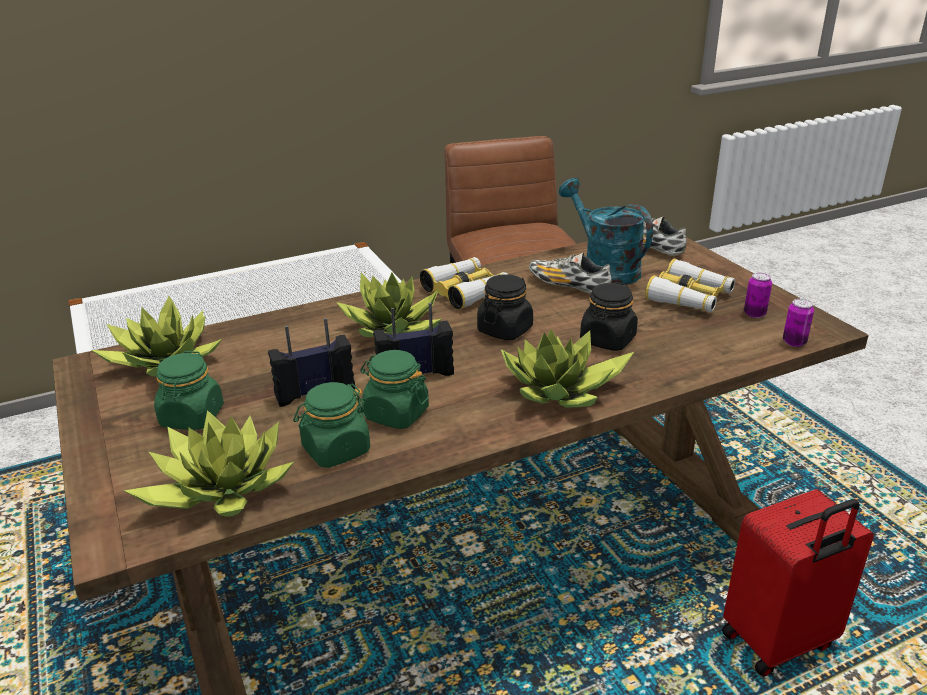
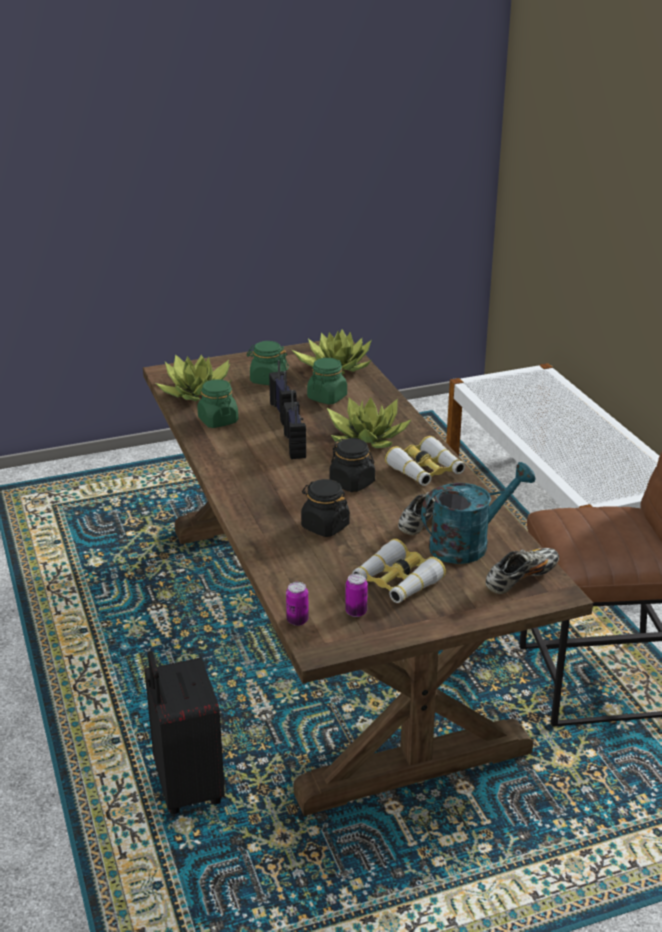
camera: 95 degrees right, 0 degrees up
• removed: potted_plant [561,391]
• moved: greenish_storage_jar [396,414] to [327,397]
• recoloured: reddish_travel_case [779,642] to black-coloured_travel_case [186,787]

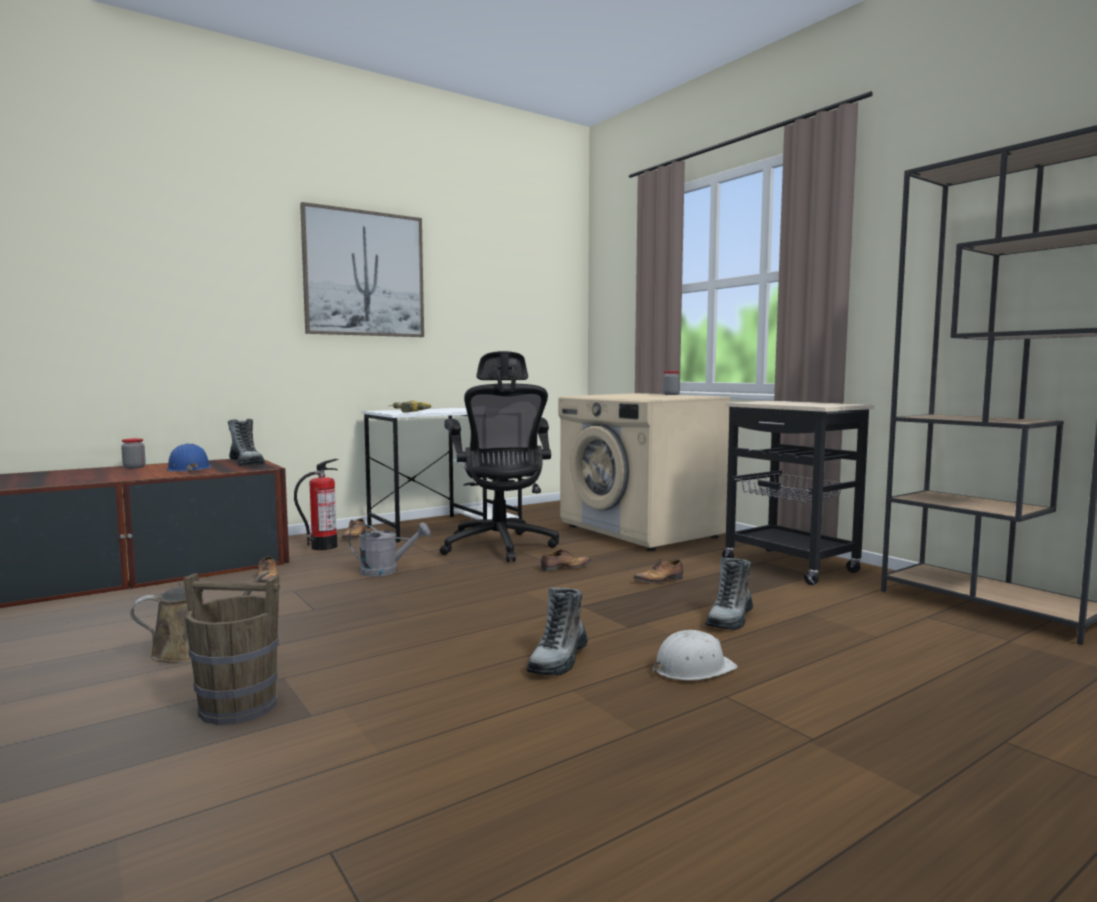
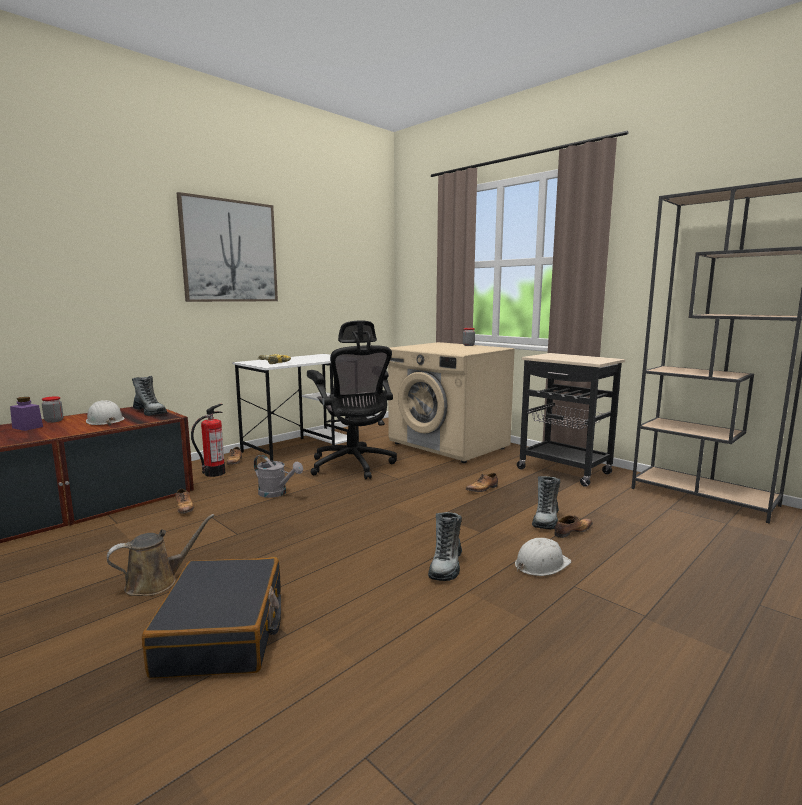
camera: 10 degrees left, 5 degrees up
• recoloured: blue-coloured_work_helmet [188,469] to white-coloured_work_helmet [104,421]
• turned: grey_sprinkling_can [386,571] = [276,493] 45 degrees clockwise
• moved: shoe [564,568] to [572,531]
• replaced: brown-coloured_bucket [237,706] to black-coloured_travel_case [223,632]
• added: purplish_storage_jar [27,427]

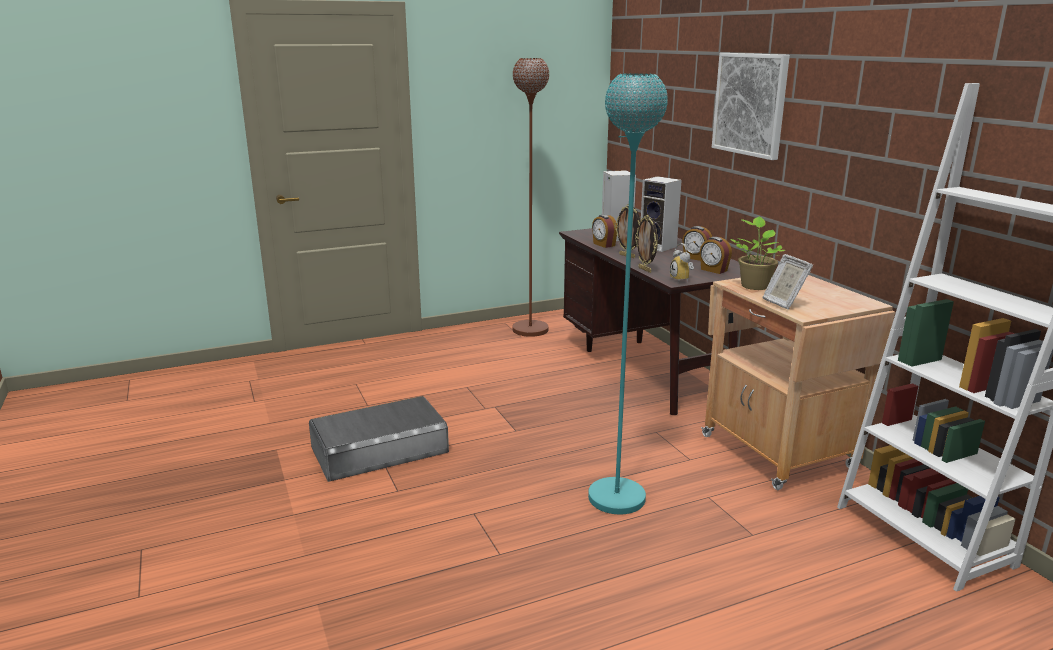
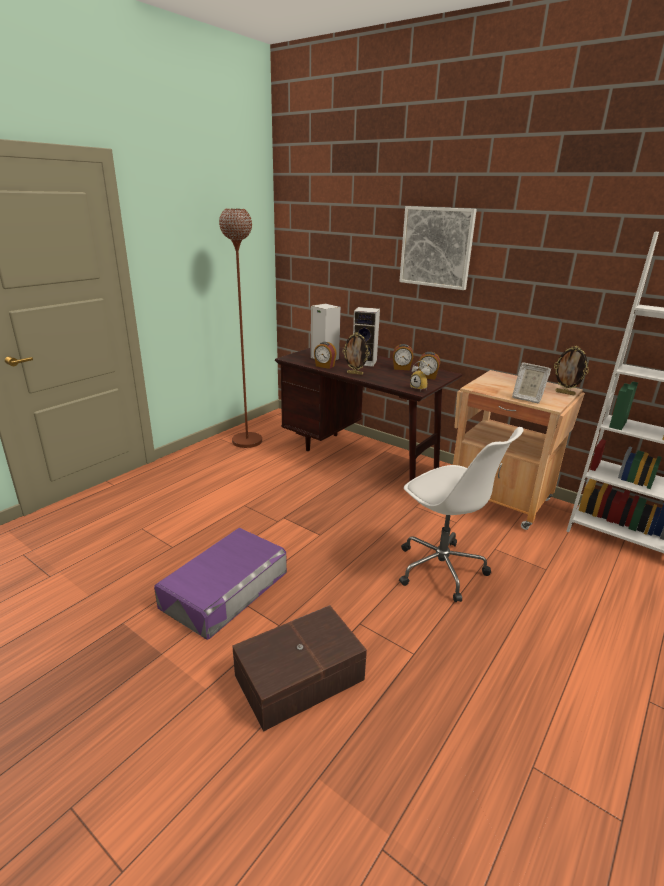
camera: 30 degrees left, 5 degrees up
• replaced: blue-green_floor_lamp [616,498] to white-coloured_office_chair [443,571]
• moved: standing_frame [645,270] to [565,393]
• removed: potted_plant [754,285]
• recoloured: grey_storage_bin [379,449] to purplish_storage_bin [225,589]
• added: brown-coloured_storage_bin [297,676]

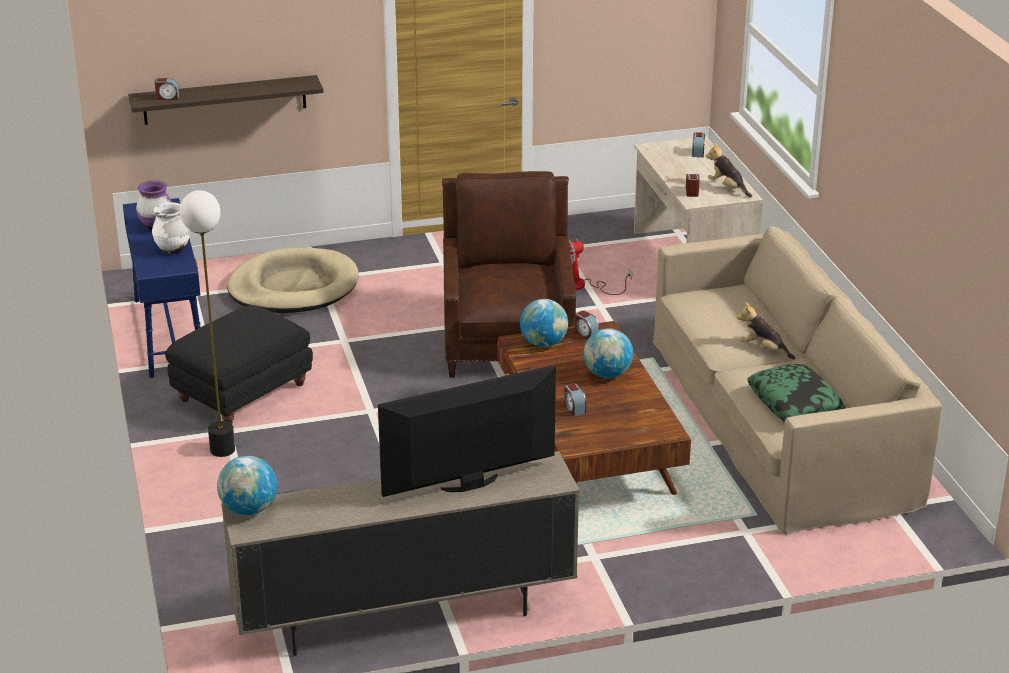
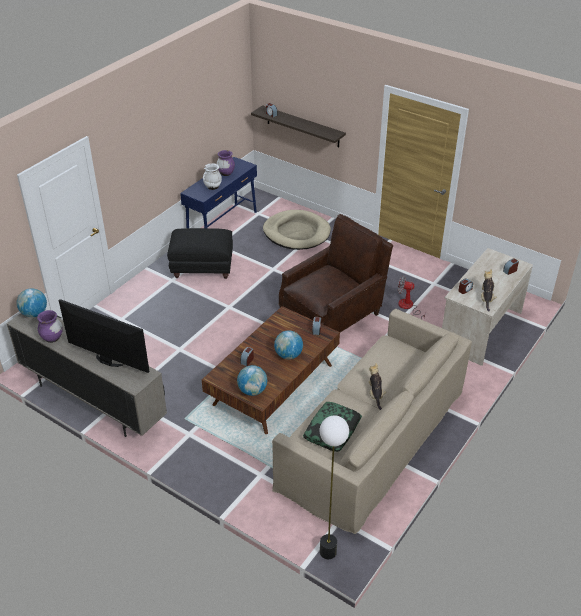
camera: 50 degrees right, 10 degrees up
• moved: floor_lamp [223,450] to [328,552]
• moved: desk_globe [544,343] to [252,391]
• added: purplish_flower_vase [52,338]

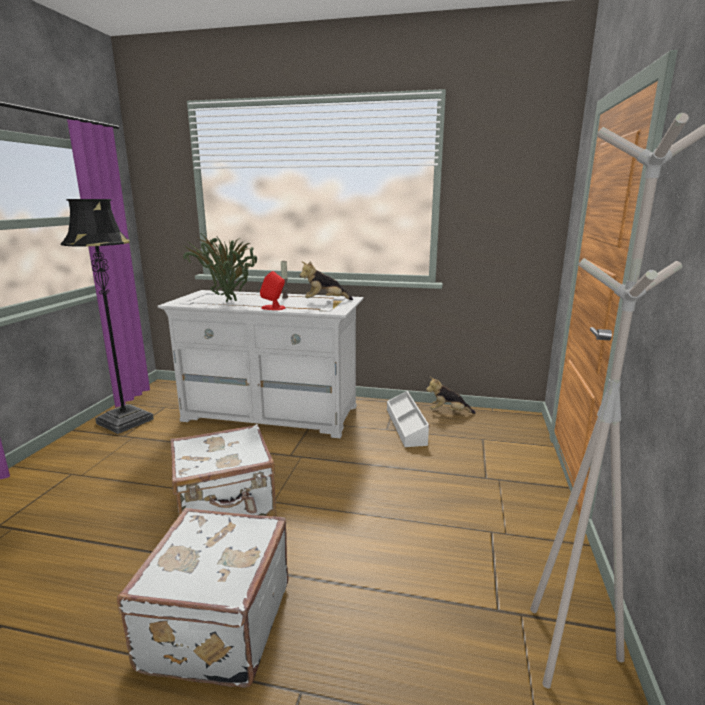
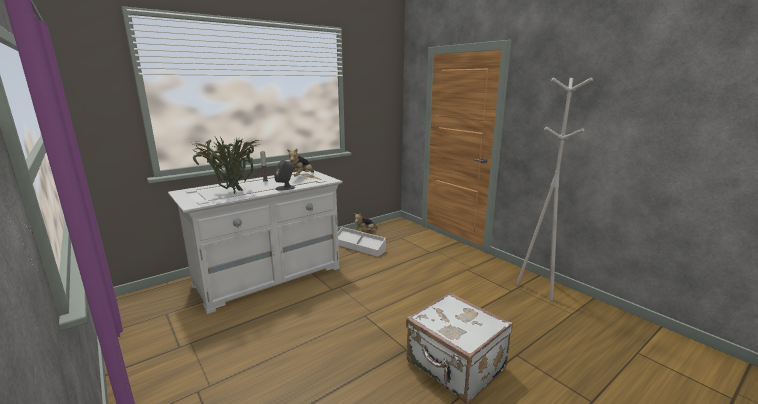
camera: 50 degrees left, 0 degrees up
• removed: black-coloured_floor_lamp [125,421]
• recoloured: reddish_loudspeaker [273,308] to grey_loudspeaker [285,188]
• removed: white-coloured_travel_case [226,507]

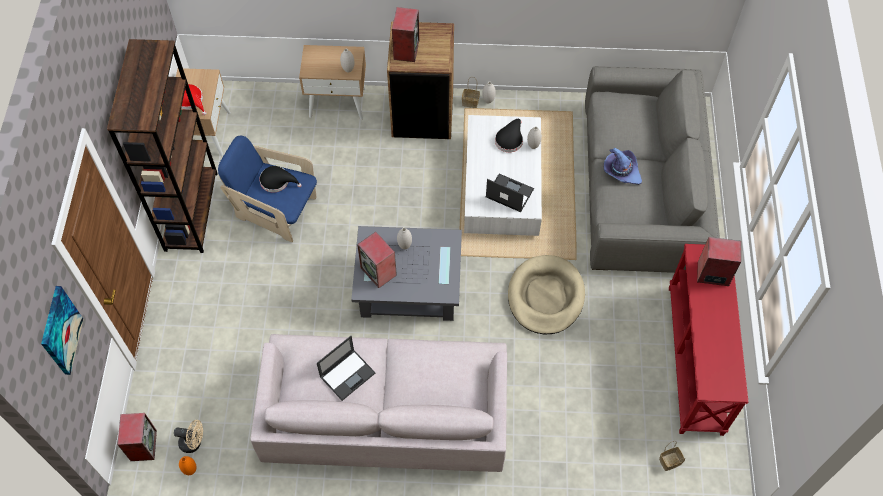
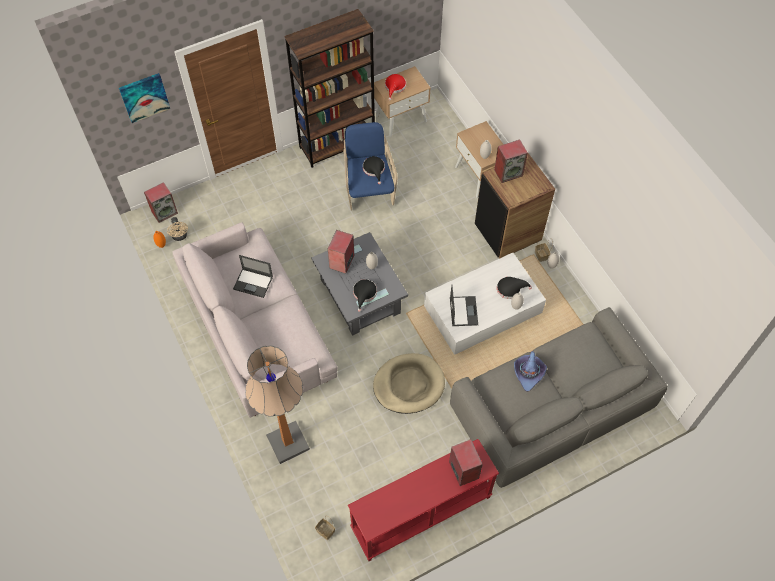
camera: 60 degrees right, 0 degrees up
• added: black-coloured_hat [364,294]
• added: floor_lamp [288,443]

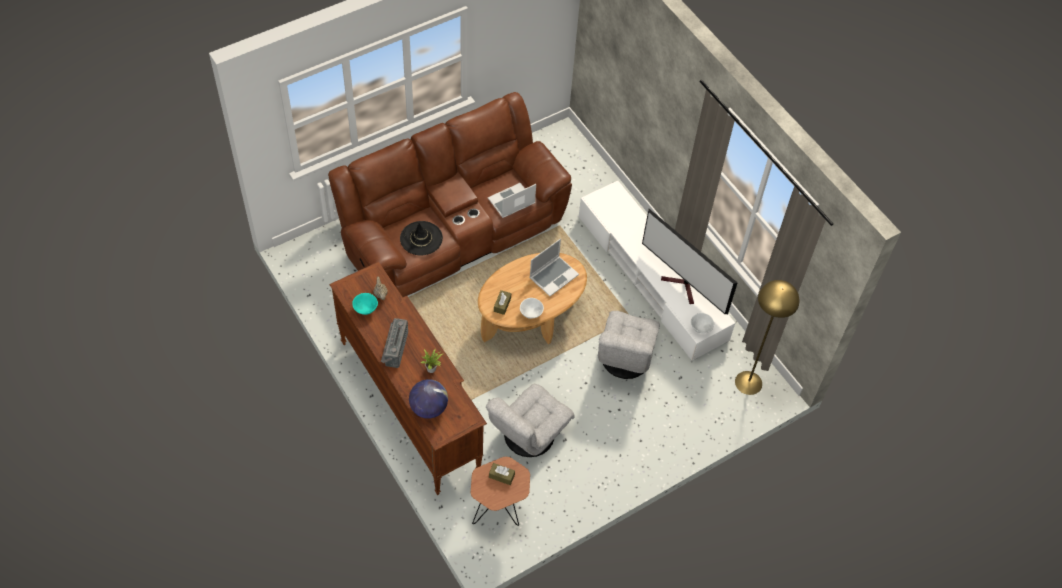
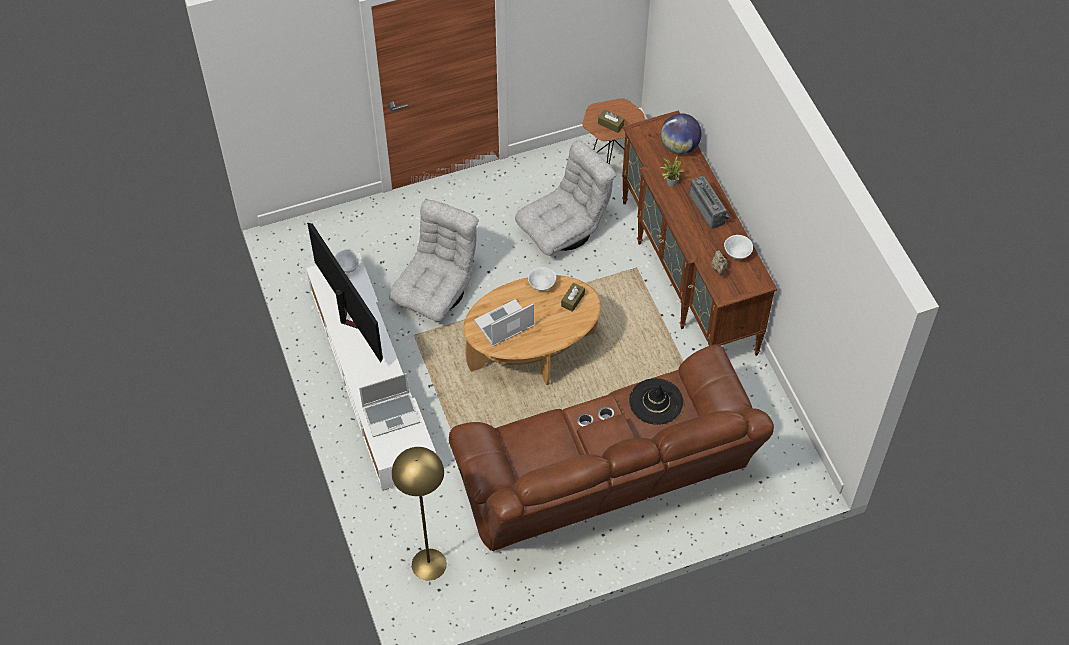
camera: 165 degrees left, 0 degrees up
• moved: laptop [511,202] to [391,414]
• moved: yellowish_floor_lamp [748,383] to [429,564]
• recoloured: blue-green_bowl [365,309] to white-coloured_bowl [737,254]
• turned: radio_set [394,348] = [709,209] 45 degrees counterclockwise

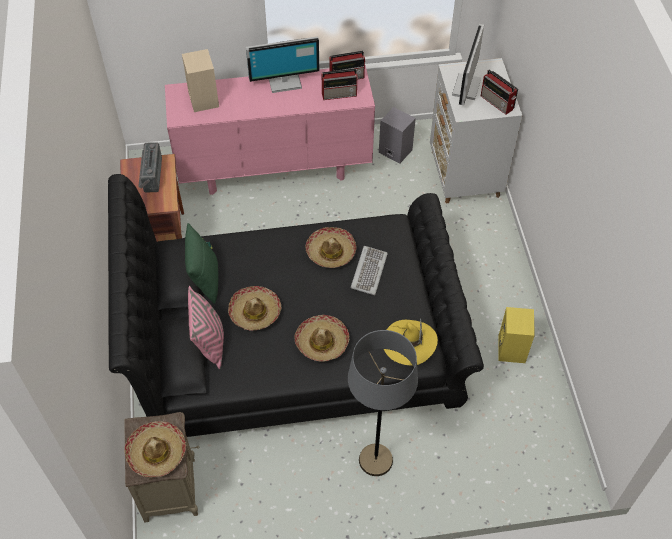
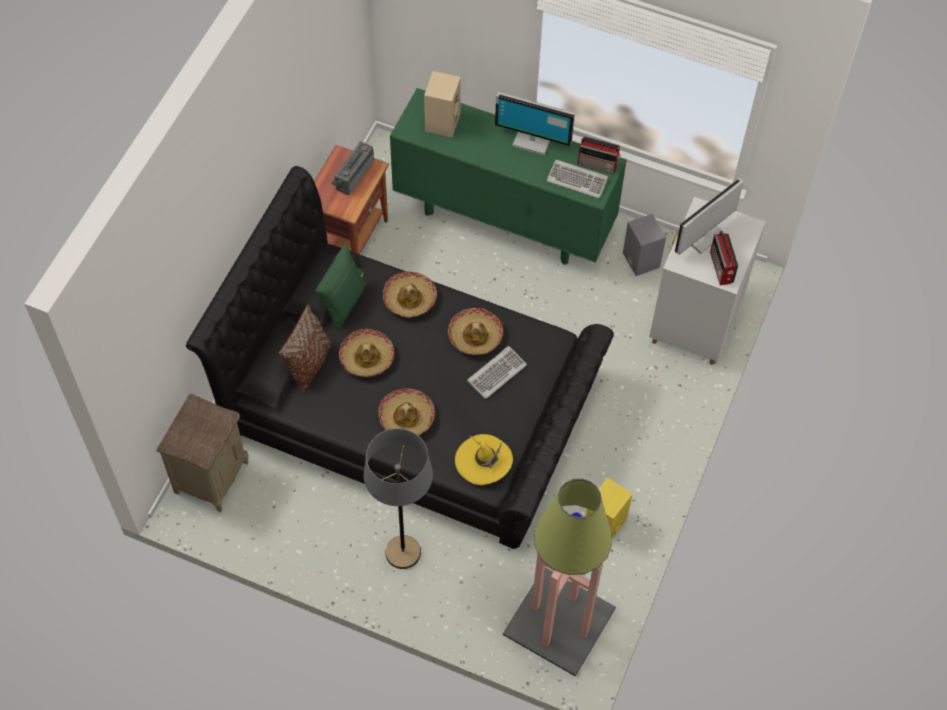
camera: 30 degrees right, 5 degrees up
• recoloured: pink-coloured_dresser [275,170] to greenish_dresser [504,220]
• replaced: radio_set [340,94] to computer_keyboard [577,180]
• recoloured: pink-coloured_pillow [210,343] to brown-coloured_pillow [309,364]
• moved: hat [157,452] to [409,298]
• added: floor_lamp [559,623]

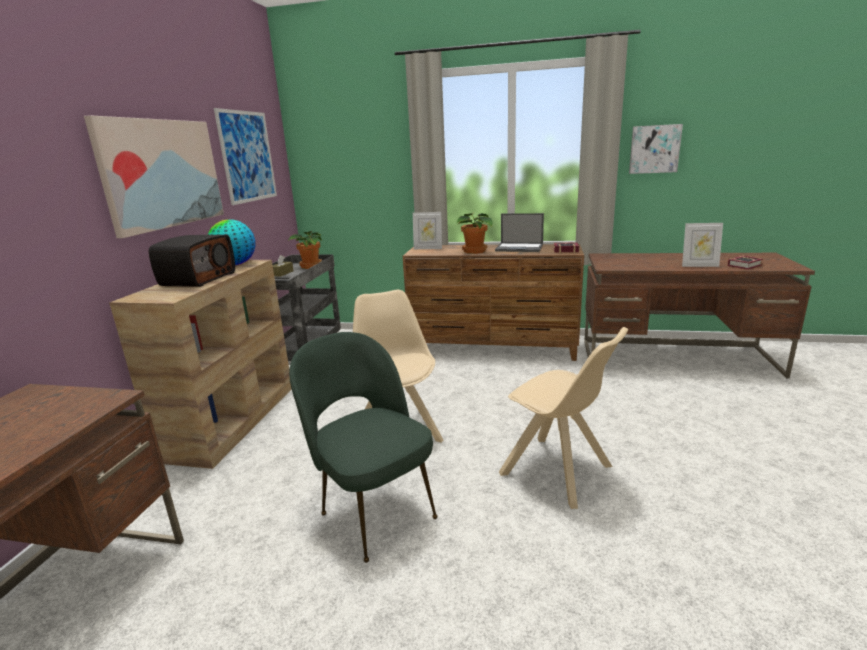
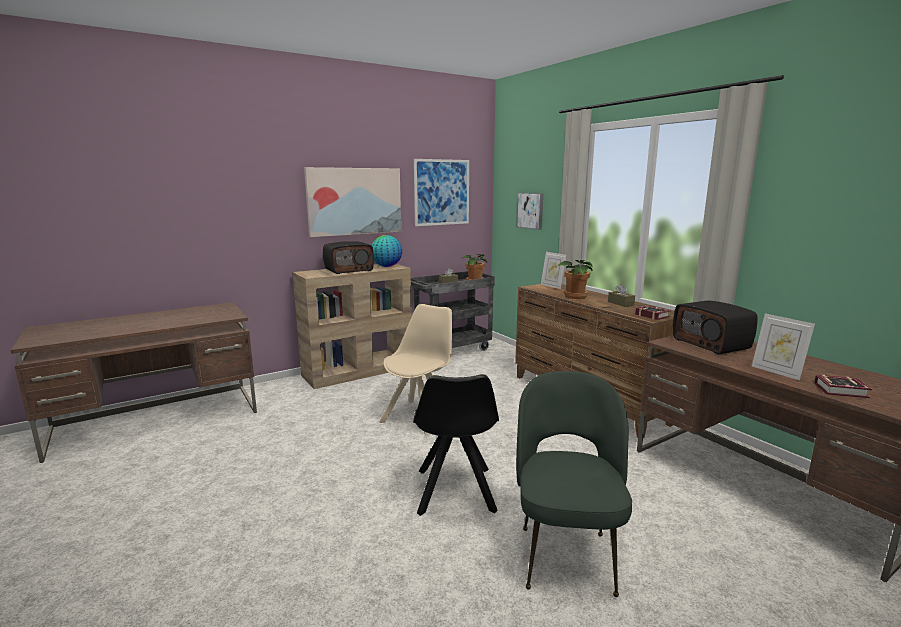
camera: 45 degrees right, 5 degrees down
• moved: picture [654,149] to [530,210]
• replaced: laptop [520,248] to brown-coloured_tissue_holder [620,303]
• recoloured: beige_chair [558,472] to black-coloured_chair [455,492]
• moved: greenish_chair [373,511] to [566,552]
• added: radio_set [712,344]

